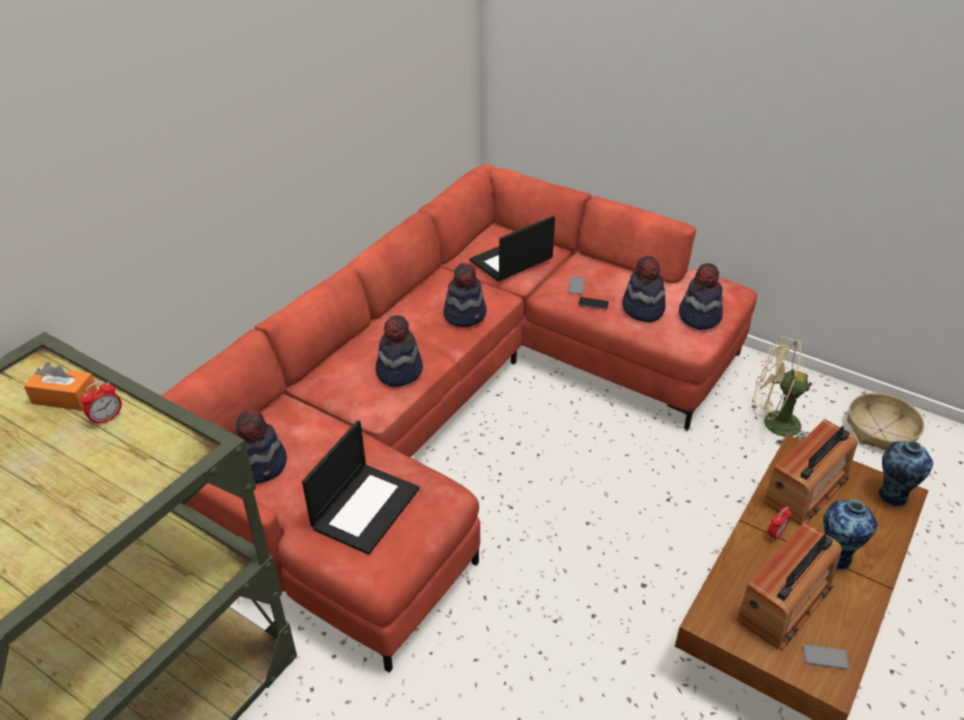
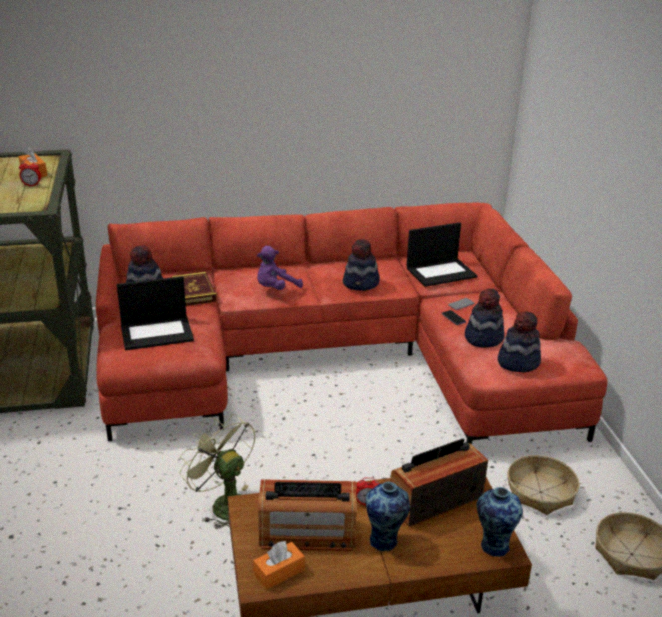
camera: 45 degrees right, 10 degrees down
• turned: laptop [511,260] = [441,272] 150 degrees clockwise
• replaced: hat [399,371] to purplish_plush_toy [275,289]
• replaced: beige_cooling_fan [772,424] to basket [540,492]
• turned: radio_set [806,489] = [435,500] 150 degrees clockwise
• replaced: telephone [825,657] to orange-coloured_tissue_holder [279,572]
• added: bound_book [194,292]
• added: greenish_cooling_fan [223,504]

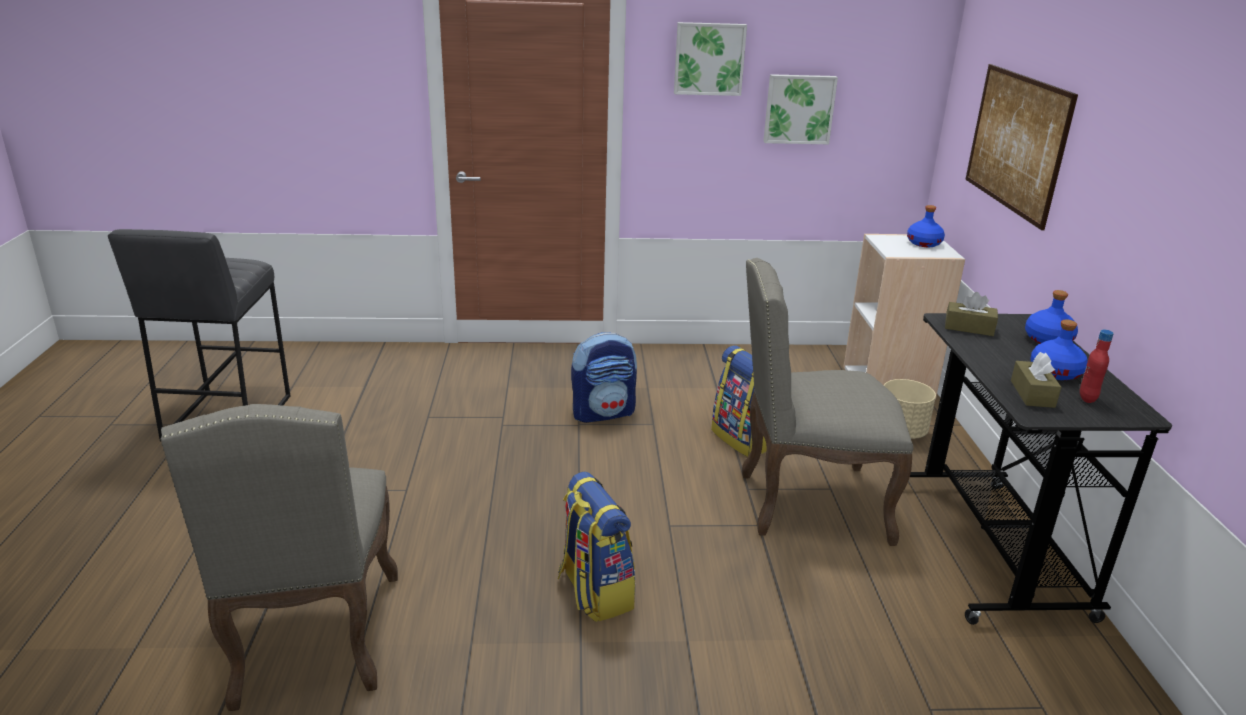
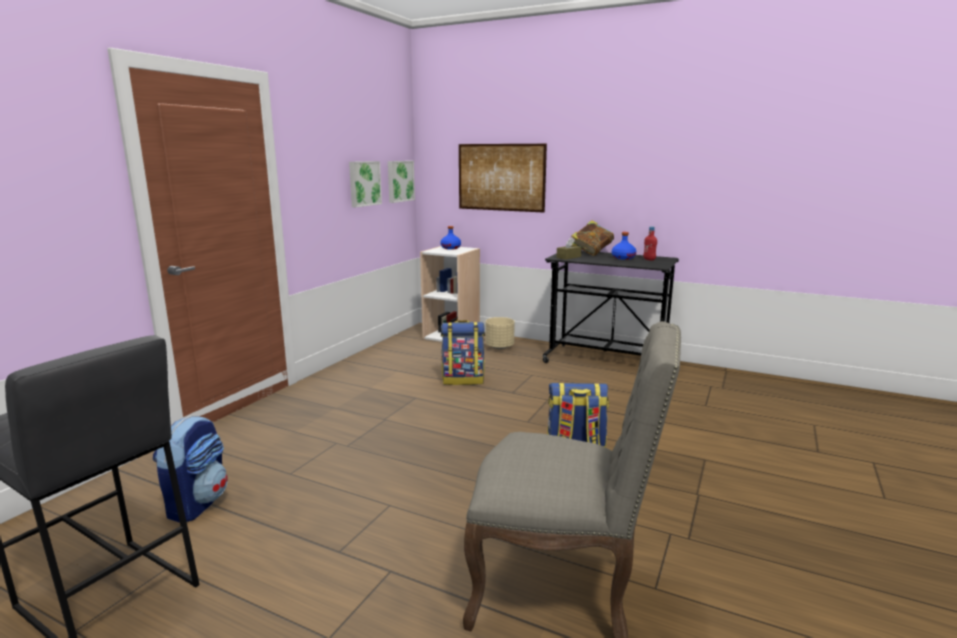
camera: 60 degrees left, 10 degrees down
• moved: picture [709,58] to [399,181]
• removed: grey_chair [808,503]
• replaced: blue-coloured_bottle [1047,339] to bound_book [591,253]
• moved: knapsack [603,413] to [197,503]
• removed: brown-coloured_tissue_holder [1032,394]

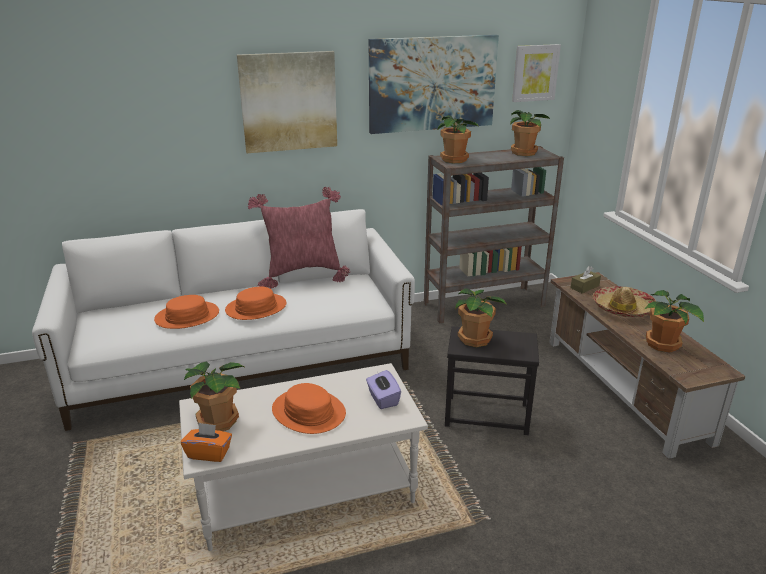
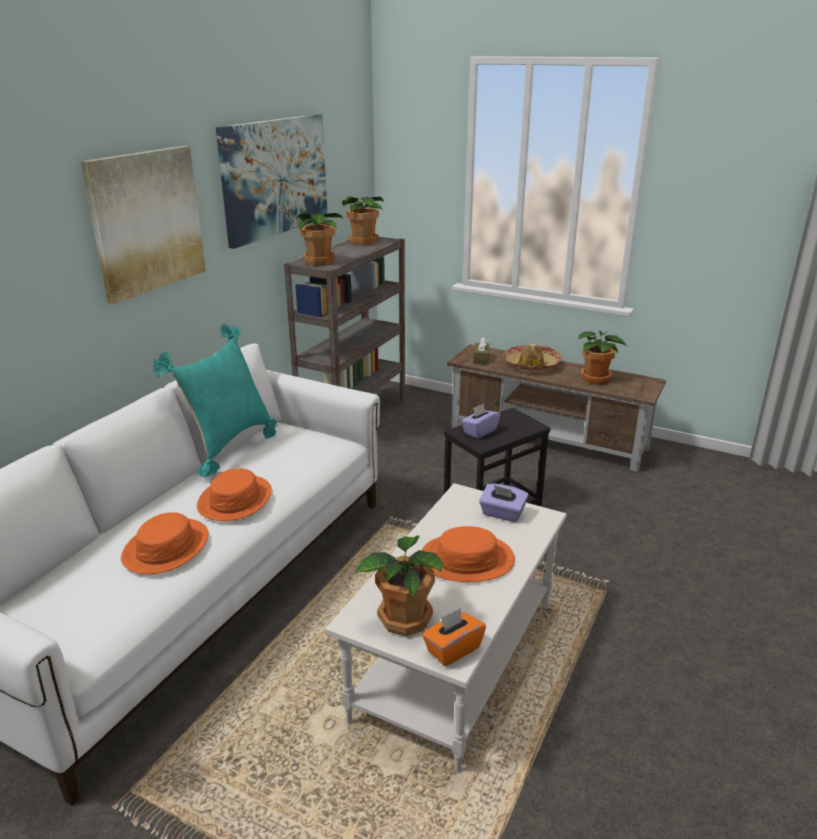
camera: 45 degrees left, 0 degrees up
• removed: picture [535,73]
• recoloured: reddish_pillow [302,280] to blue-green_pillow [226,452]
• replaced: potted_plant [475,338] to purplish_tissue_holder [479,431]

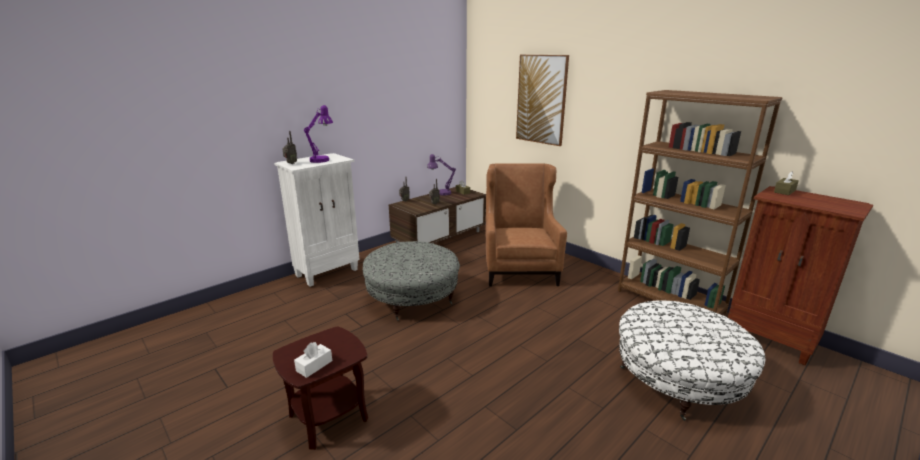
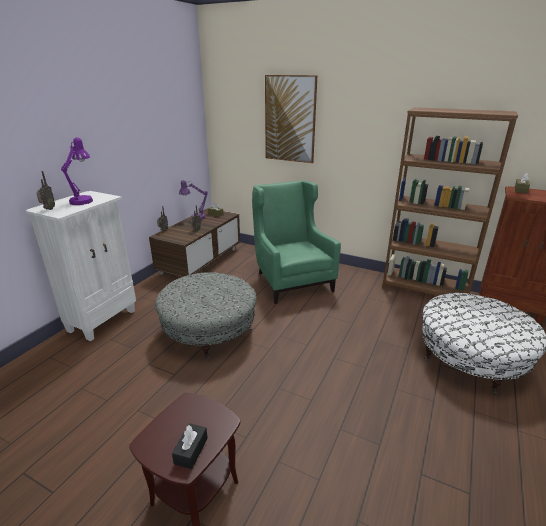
camera: 20 degrees left, 5 degrees up
• recoloured: brown-coloured_lounge_chair [519,268] to greenish_lounge_chair [291,280]
• recoloured: white-coloured_tissue_holder [314,366] to black-coloured_tissue_holder [191,450]

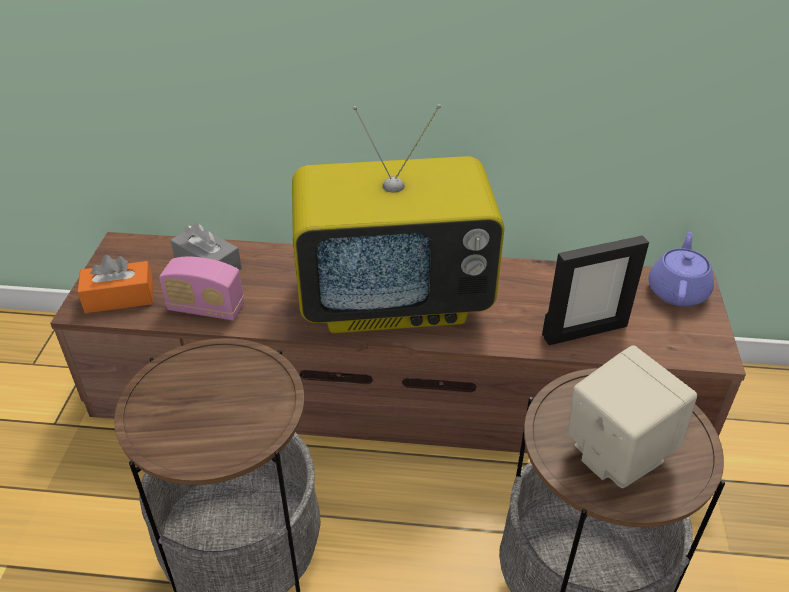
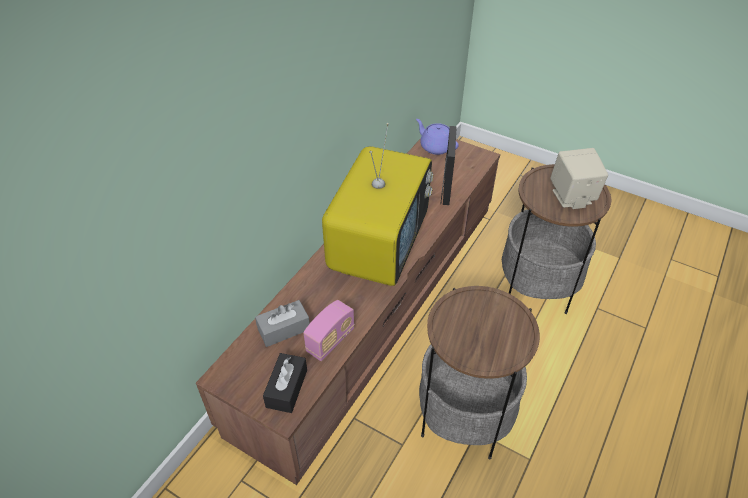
camera: 65 degrees left, 5 degrees up
• recoloured: orange-coloured_tissue_holder [119,297] to black-coloured_tissue_holder [287,388]

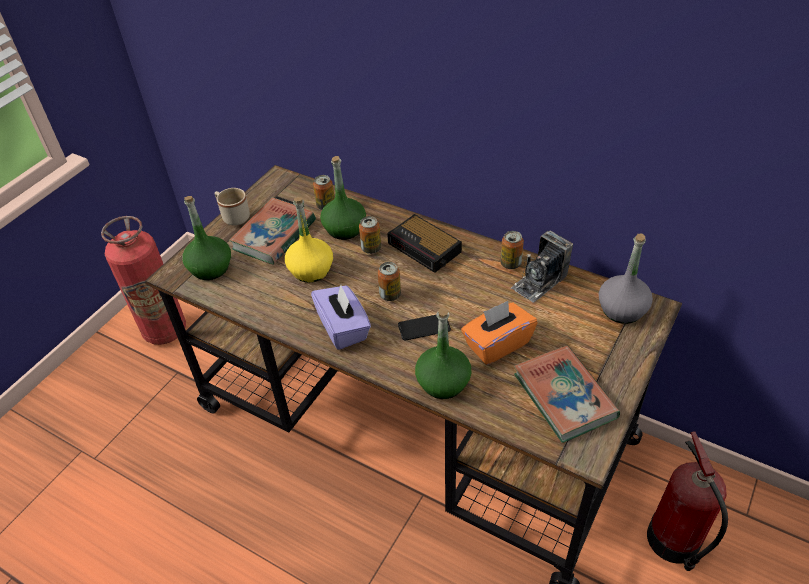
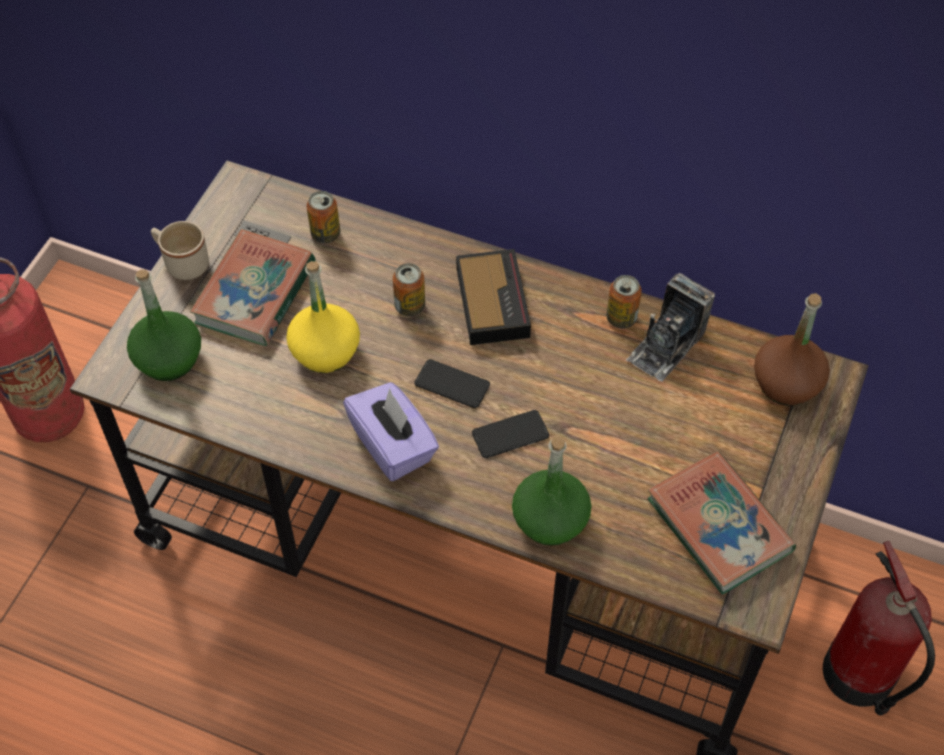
camera: 10 degrees left, 10 degrees up
• removed: greenish_bottle [344,229]
• turned: bedside_clock [425,248] = [492,300] 135 degrees counterclockwise
• recoloured: grey_bottle [622,310] to brown-coloured_bottle [786,383]
• replaced: can [390,295] to telephone [452,384]
• removed: orange-coloured_tissue_holder [497,344]

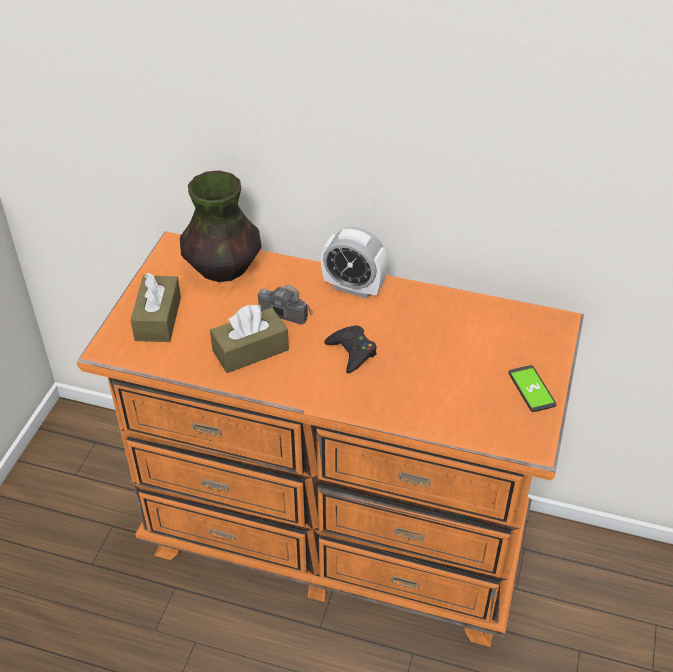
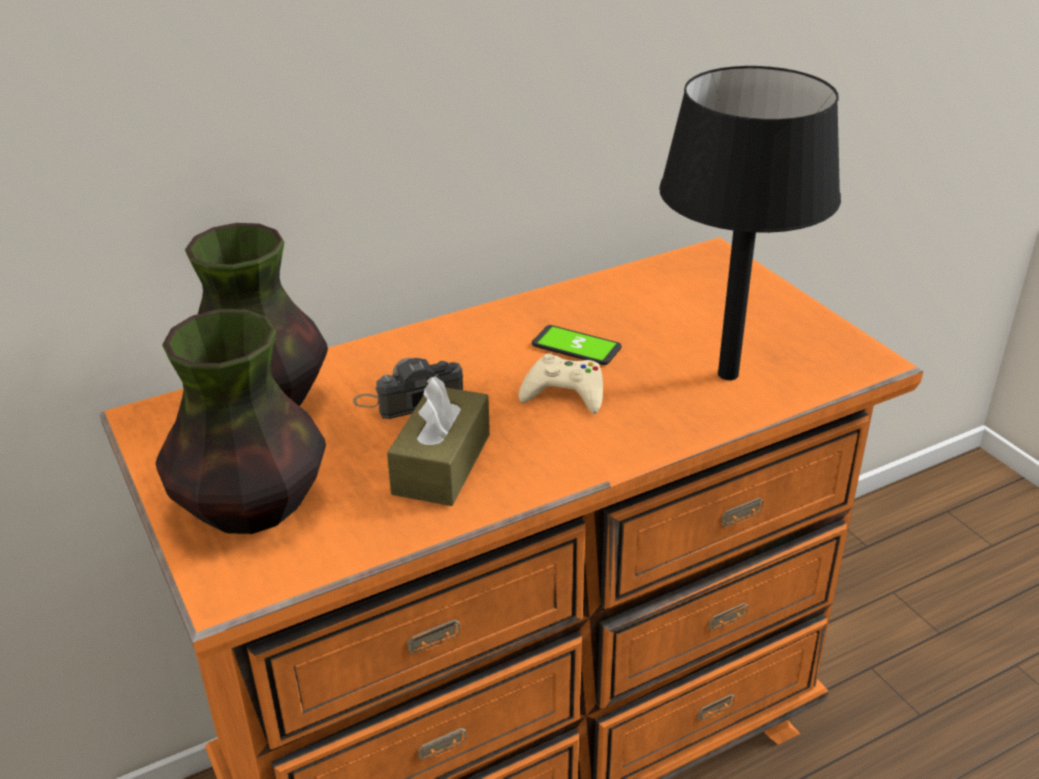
camera: 45 degrees left, 10 degrees down
• removed: bedside_clock [353,288]
• replaced: brown-coloured_tissue_holder [158,318] to flower_vase [252,509]
• recoloured: black-coloured_joypad [352,352] to beige_joypad [565,392]
• moved: telephone [531,389] to [576,347]
• added: black-coloured_tabletop_lamp [728,375]

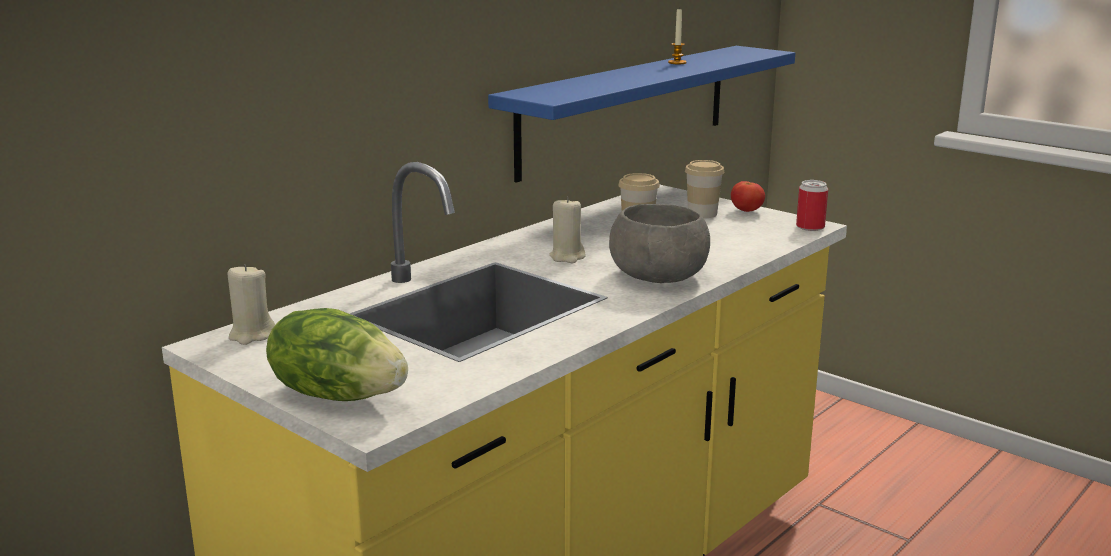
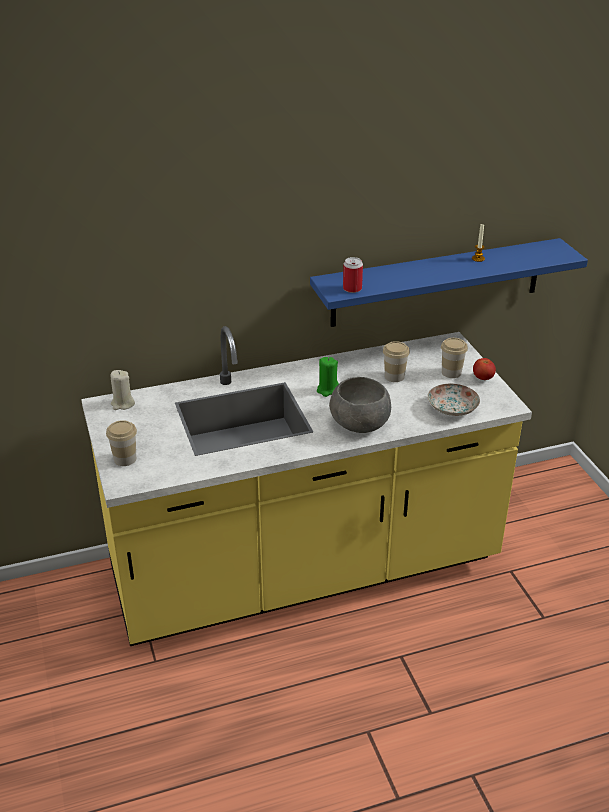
camera: 30 degrees right, 15 degrees up
• moved: can [810,227] to [352,289]
• recoloured: beige_wax_light [567,257] to greenish_wax_light [327,390]
• replaced: lettuce_head [338,394] to small_cup [125,459]
• added: flat_dish [453,408]

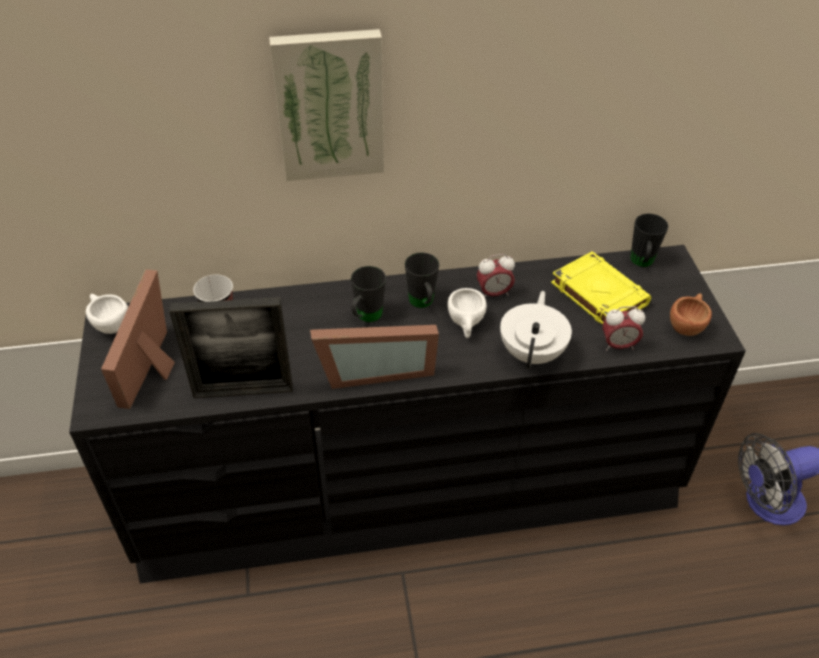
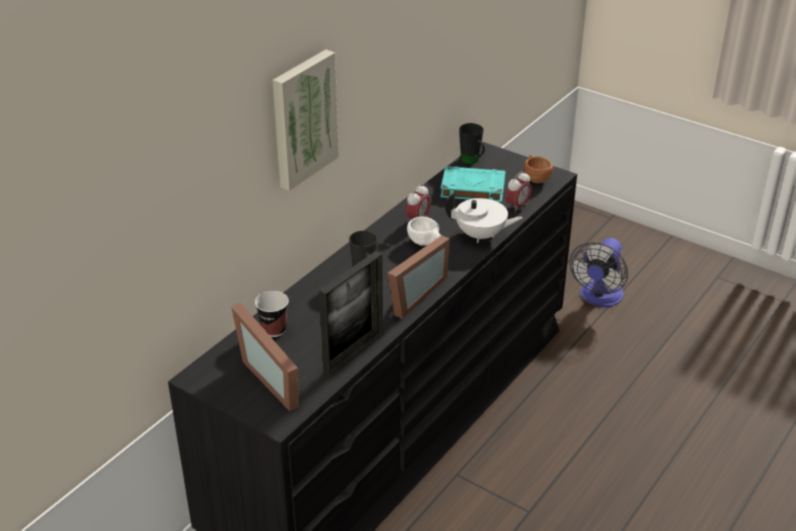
camera: 45 degrees left, 10 degrees down
• recoloured: yellowish_bound_book [598,293] to blue-green_bound_book [472,188]
• removed: black-coloured_coffee_mug [422,304]
• turned: white-coloured_teapot [532,352] = [481,235] 135 degrees clockwise
• removed: white-coloured_small_cup [109,323]

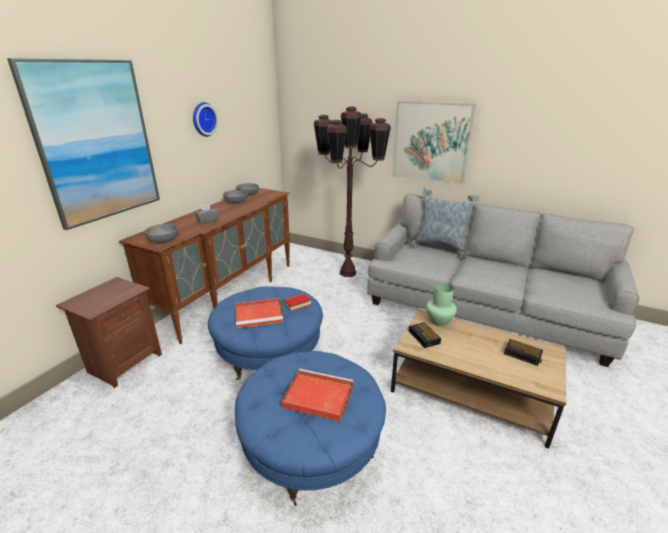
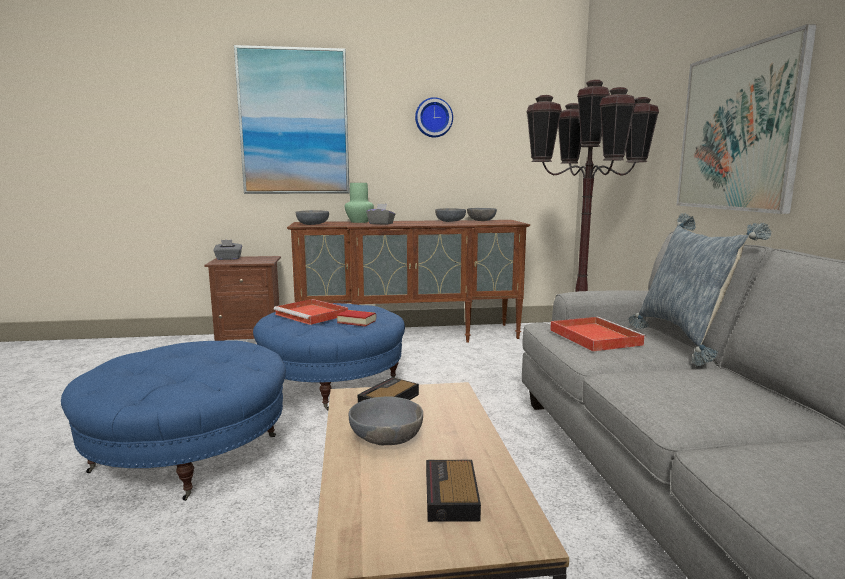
camera: 55 degrees right, 15 degrees down
• moved: greenish_flower_vase [439,321] to [359,222]
• moved: reddish_carrying_tray [317,396] to [593,337]
• added: grey_tissue_holder [228,259]
• added: grey_bowl [387,438]

